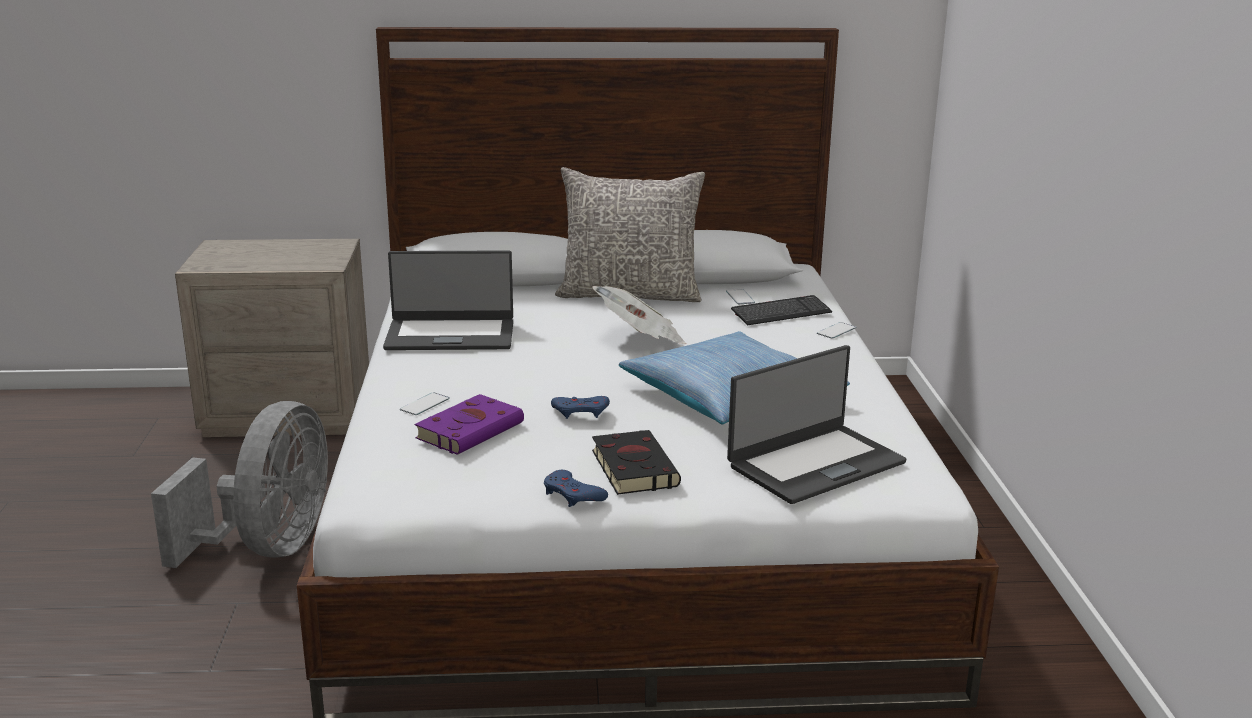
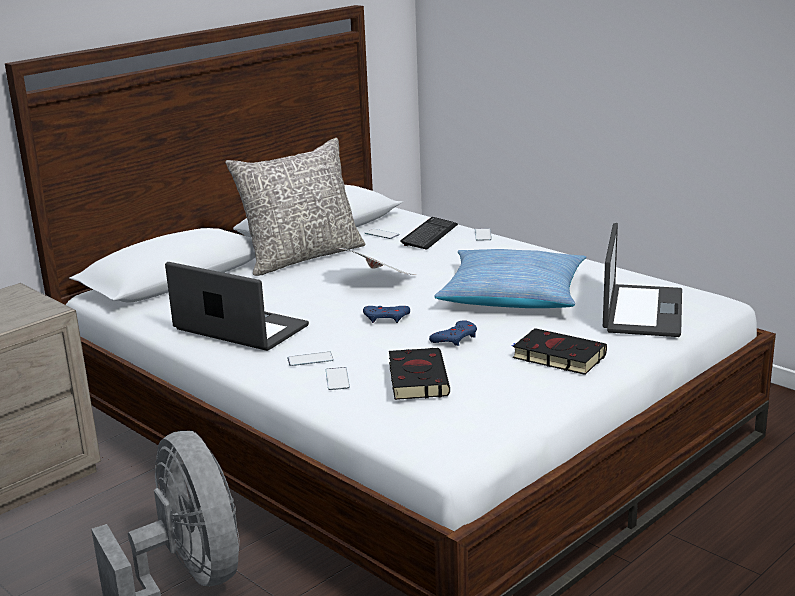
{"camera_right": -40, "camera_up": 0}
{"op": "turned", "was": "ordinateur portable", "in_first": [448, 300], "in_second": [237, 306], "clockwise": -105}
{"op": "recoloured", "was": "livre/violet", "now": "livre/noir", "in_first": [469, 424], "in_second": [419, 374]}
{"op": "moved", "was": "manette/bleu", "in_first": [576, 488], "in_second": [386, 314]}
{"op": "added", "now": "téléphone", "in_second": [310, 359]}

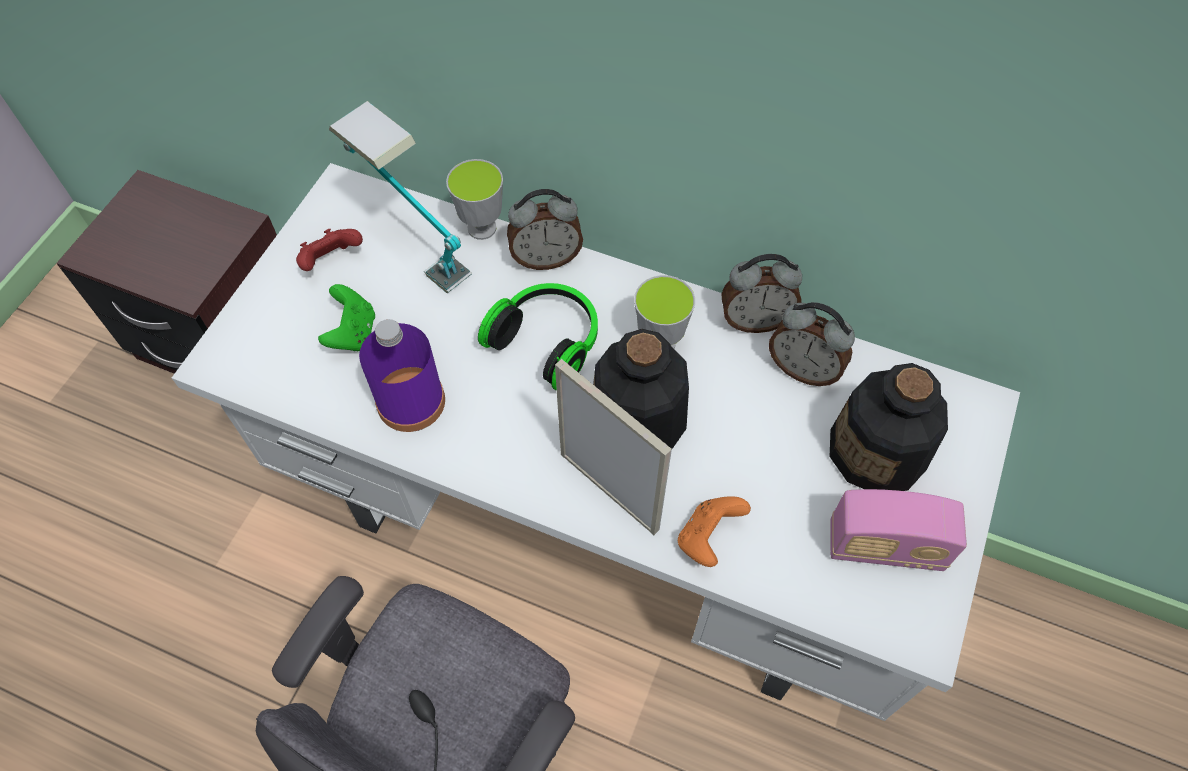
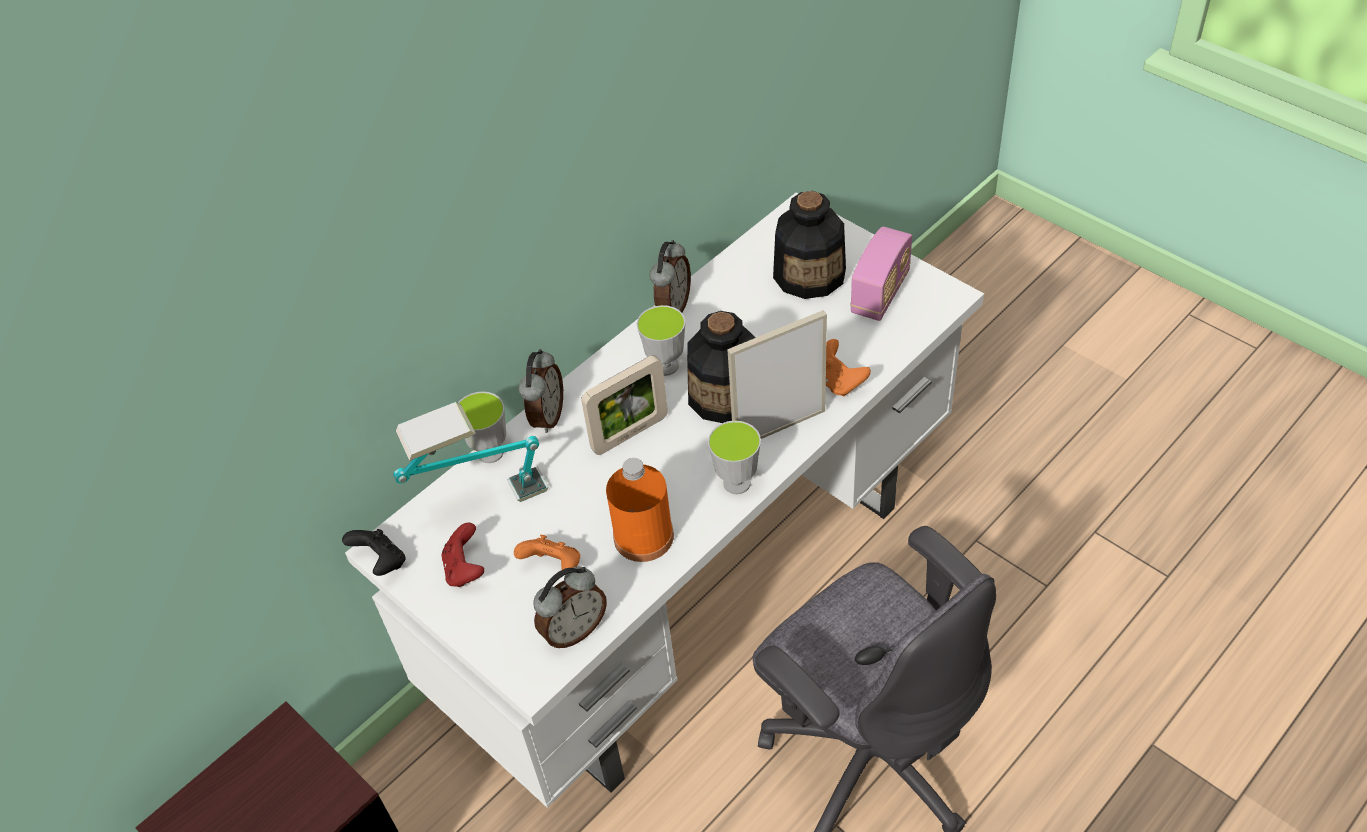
{"camera_right": -65, "camera_up": -10}
{"op": "recoloured", "was": "manette/vert", "now": "manette/orange", "in_first": [346, 317], "in_second": [547, 552]}
{"op": "recoloured", "was": "bouteille/violet", "now": "bouteille/orange", "in_first": [402, 375], "in_second": [640, 510]}
{"op": "replaced", "was": "casque audio", "now": "cadre photo", "in_first": [538, 337], "in_second": [624, 405]}
{"op": "moved", "was": "réveil", "in_first": [812, 344], "in_second": [570, 607]}
{"op": "added", "now": "manette/noir", "in_second": [374, 552]}
{"op": "added", "now": "tasse", "in_second": [734, 457]}

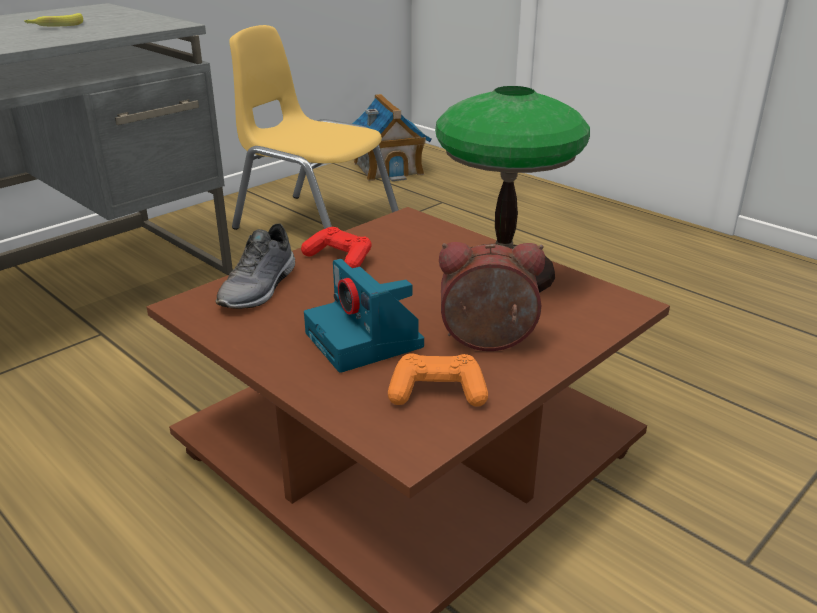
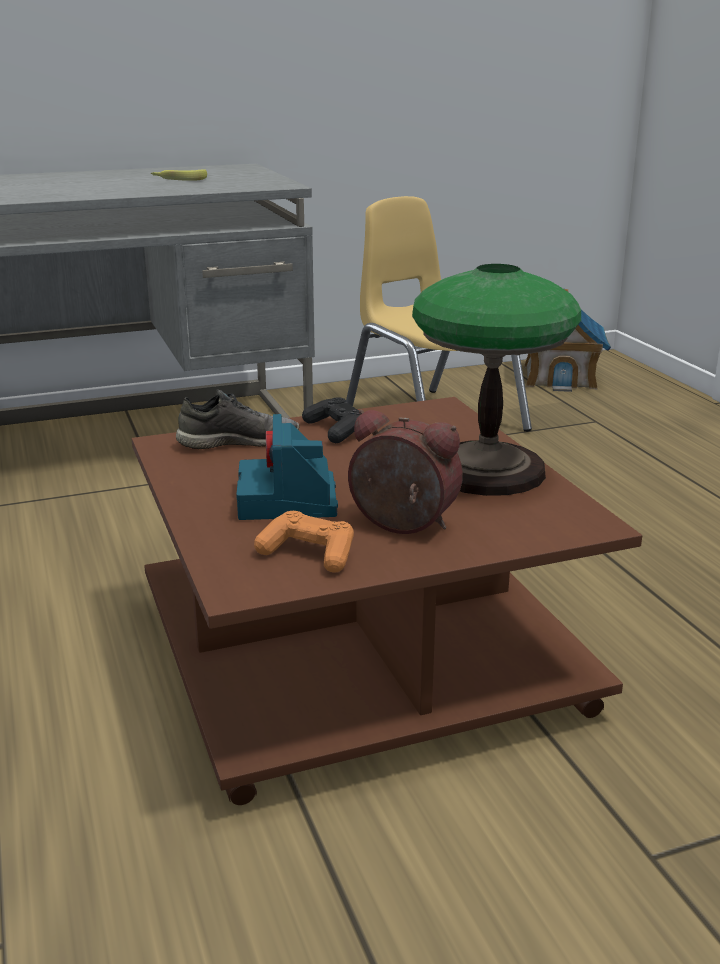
{"camera_right": 25, "camera_up": -5}
{"op": "turned", "was": "chaussure/gris", "in_first": [255, 266], "in_second": [237, 419], "clockwise": -150}
{"op": "recoloured", "was": "manette/rouge", "now": "manette/noir", "in_first": [336, 247], "in_second": [331, 420]}

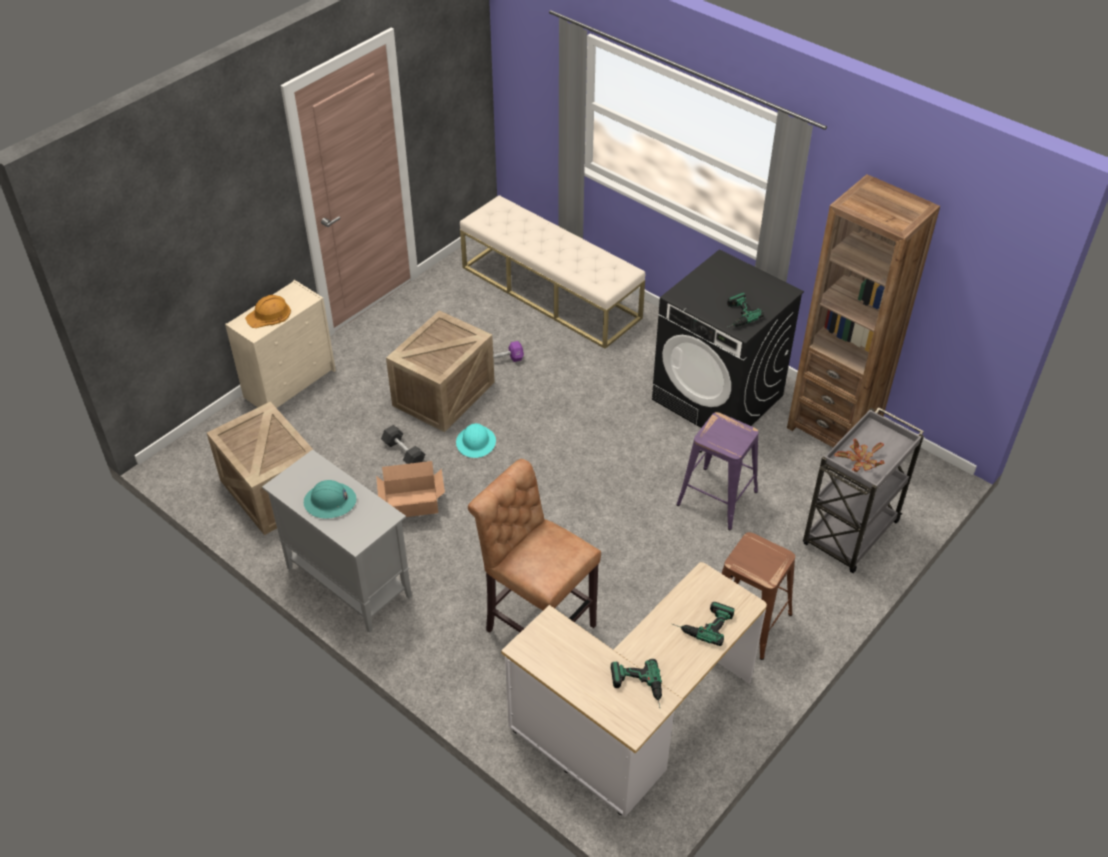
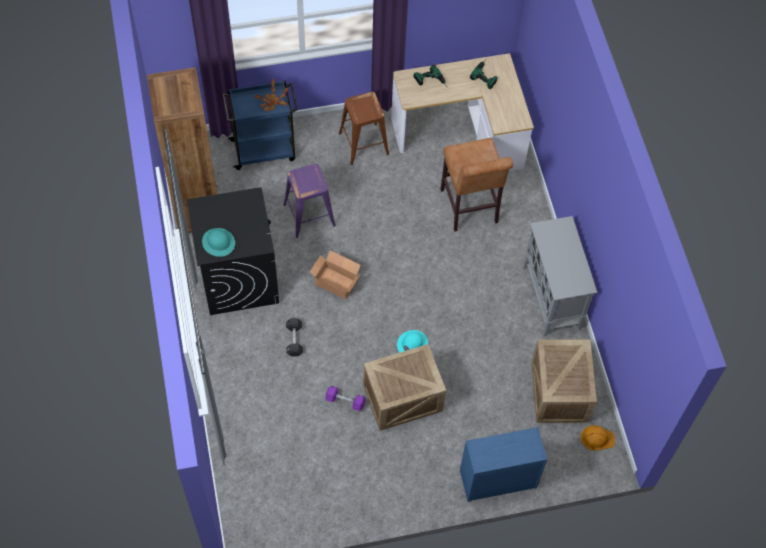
{"camera_right": -145, "camera_up": 15}
{"op": "recoloured", "was": "commode/beige", "now": "commode/bleu", "in_first": [280, 344], "in_second": [503, 464]}
{"op": "moved", "was": "casque de chantier/orange", "in_first": [268, 311], "in_second": [597, 438]}
{"op": "moved", "was": "casque de chantier/turquoise", "in_first": [330, 499], "in_second": [218, 242]}
{"op": "moved", "was": "carton", "in_first": [410, 489], "in_second": [335, 274]}
{"op": "moved", "was": "haltère/noir", "in_first": [403, 444], "in_second": [294, 337]}
{"op": "removed", "was": "banc/beige", "in_first": [552, 272]}
{"op": "removed", "was": "perceuse", "in_first": [745, 310]}
{"op": "recoloured", "was": "chariot/gris", "now": "chariot/bleu", "in_first": [863, 490], "in_second": [260, 125]}

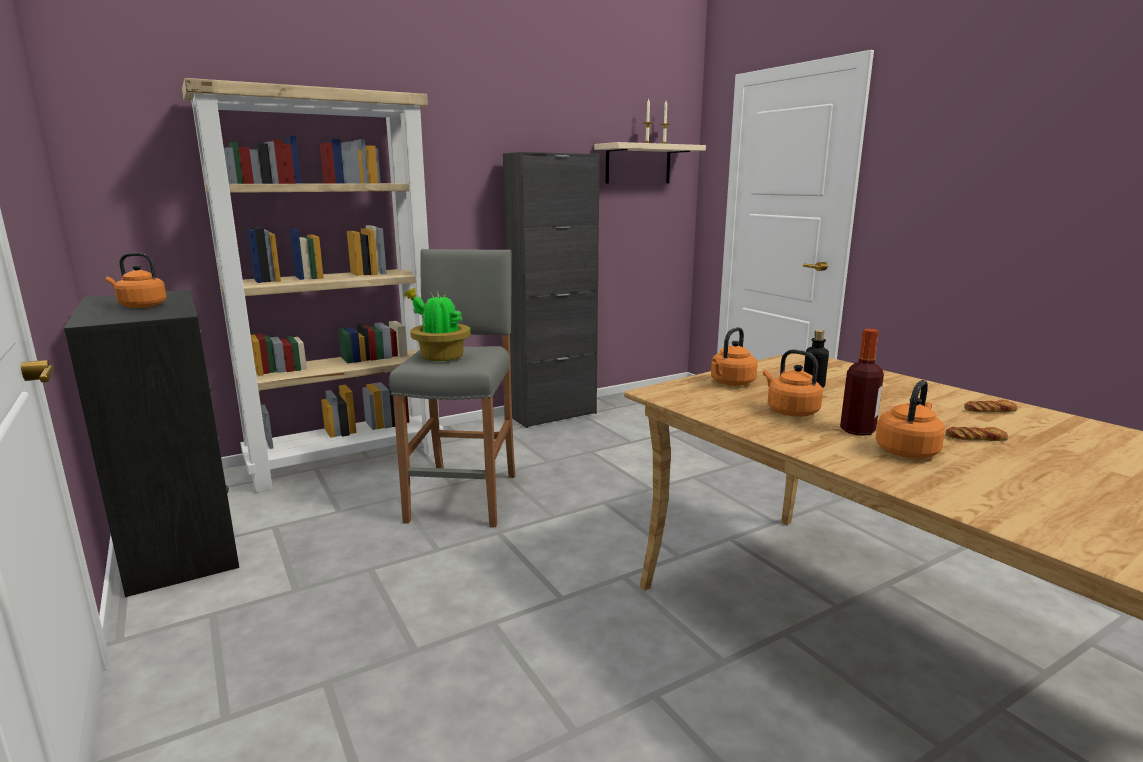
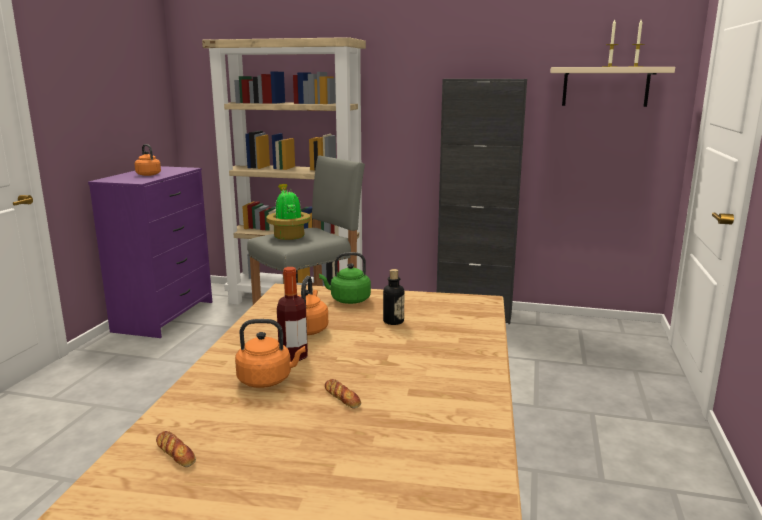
{"camera_right": 45, "camera_up": 0}
{"op": "recoloured", "was": "commode/noir", "now": "commode/violet", "in_first": [151, 443], "in_second": [150, 252]}
{"op": "recoloured", "was": "bouilloire/orange", "now": "bouilloire/vert", "in_first": [734, 356], "in_second": [345, 278]}
{"op": "moved", "was": "pain", "in_first": [991, 406], "in_second": [176, 449]}

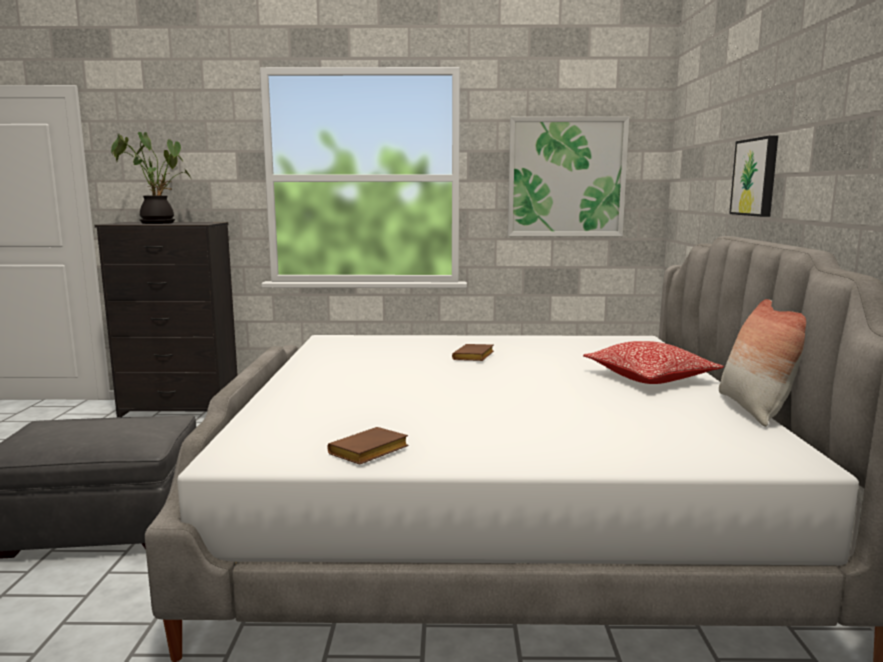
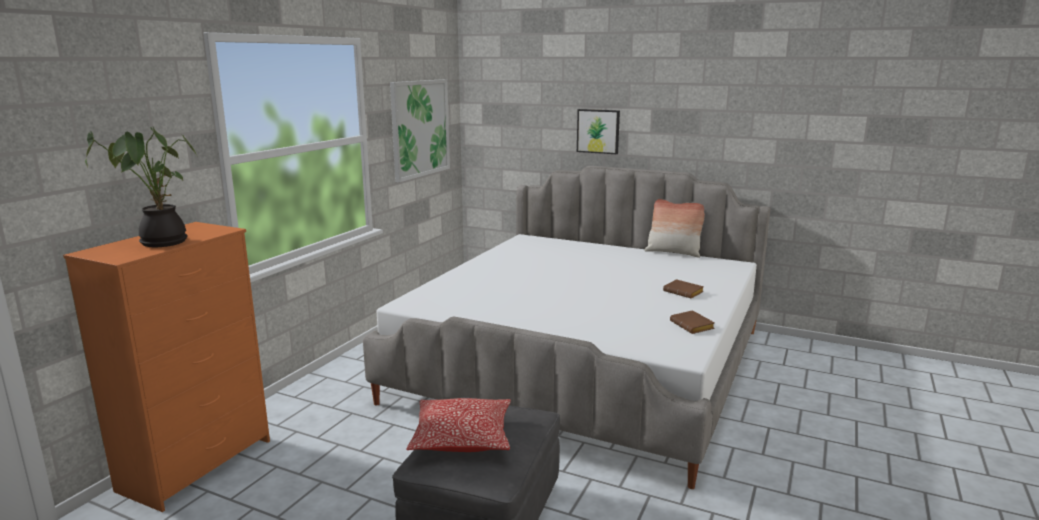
{"camera_right": -65, "camera_up": 5}
{"op": "recoloured", "was": "commode/noir", "now": "commode/orange", "in_first": [166, 319], "in_second": [166, 367]}
{"op": "moved", "was": "livre/marron", "in_first": [473, 352], "in_second": [683, 289]}
{"op": "moved", "was": "coussin", "in_first": [653, 362], "in_second": [458, 425]}

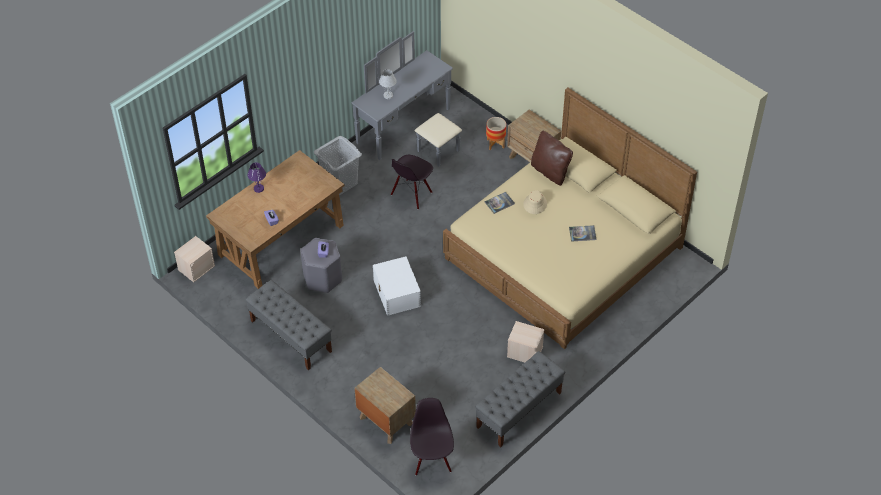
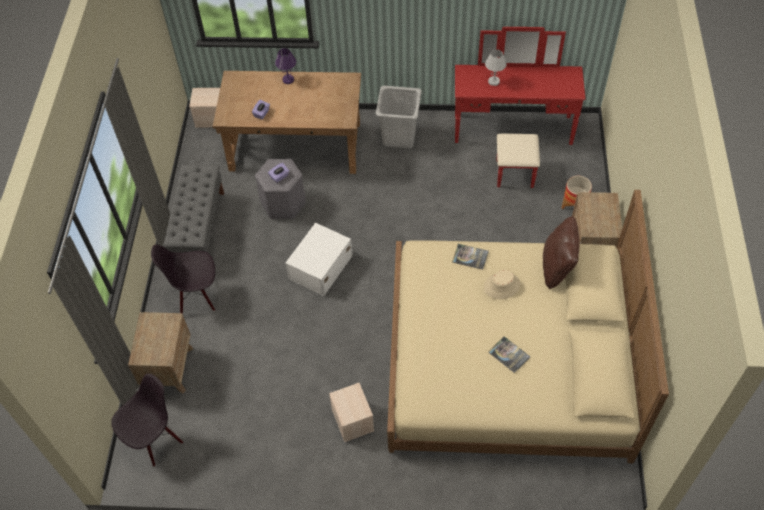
{"camera_right": 50, "camera_up": 5}
{"op": "recoloured", "was": "commode/gris", "now": "commode/rouge", "in_first": [406, 98], "in_second": [520, 107]}
{"op": "moved", "was": "chaise/noir", "in_first": [412, 182], "in_second": [183, 279]}
{"op": "removed", "was": "banc/gris", "in_first": [520, 399]}

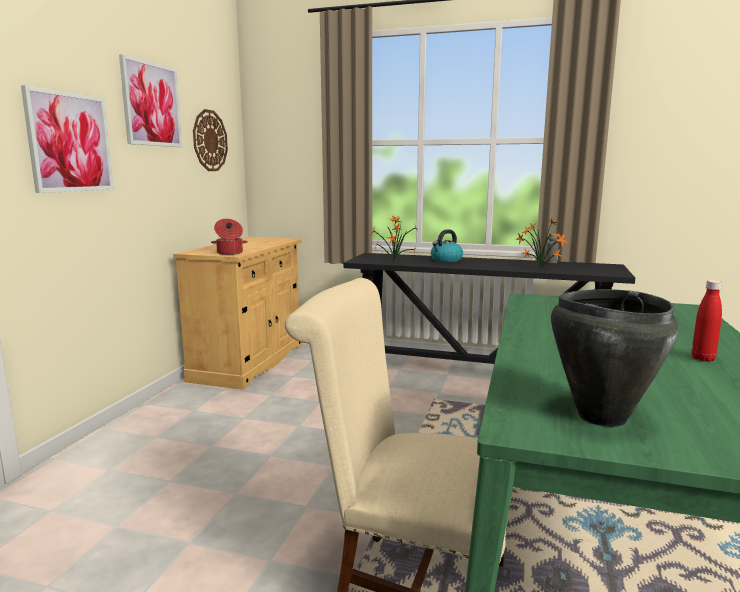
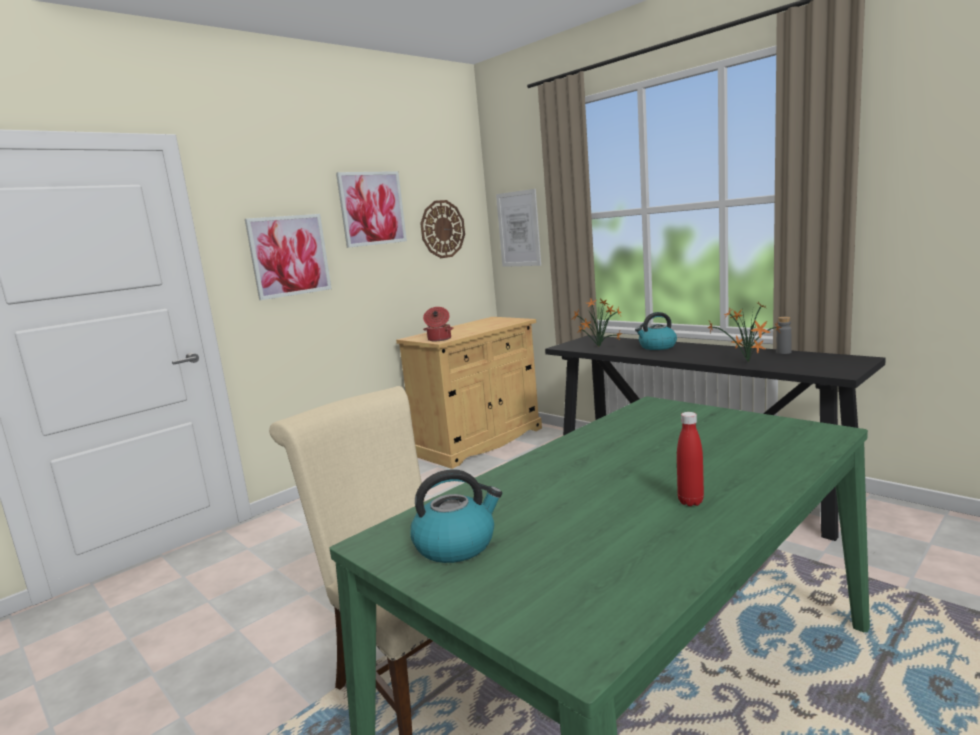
{"camera_right": 30, "camera_up": 0}
{"op": "replaced", "was": "marmite/noir", "now": "bouilloire", "in_first": [614, 358], "in_second": [456, 516]}
{"op": "added", "now": "tableau", "in_second": [518, 228]}

